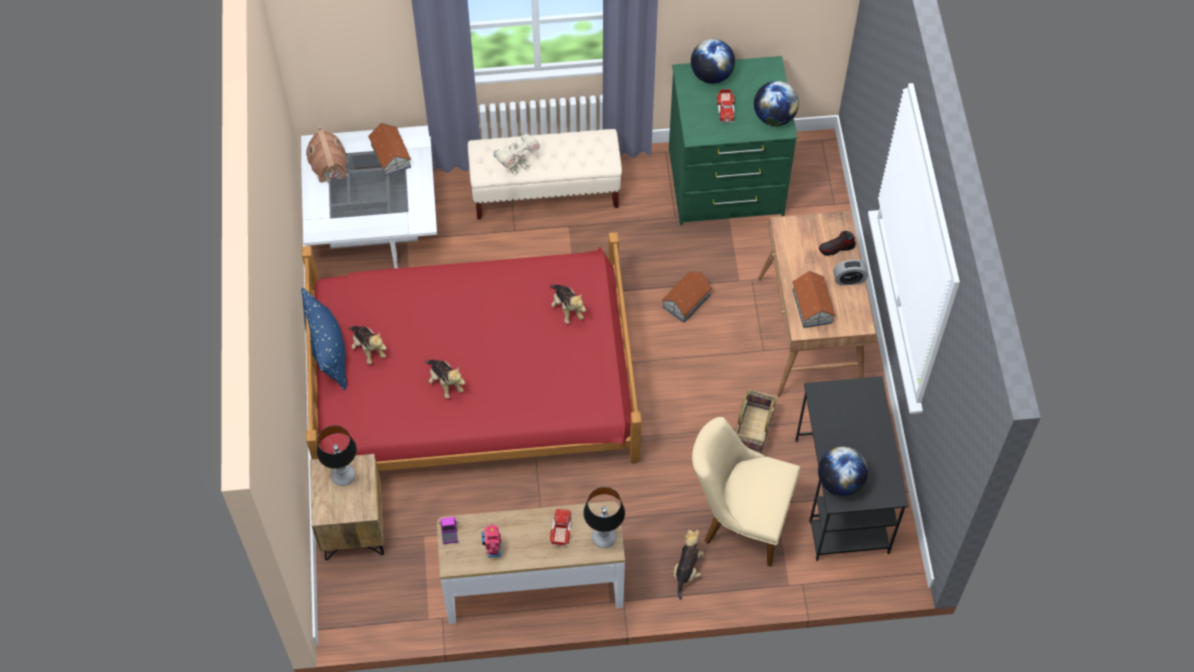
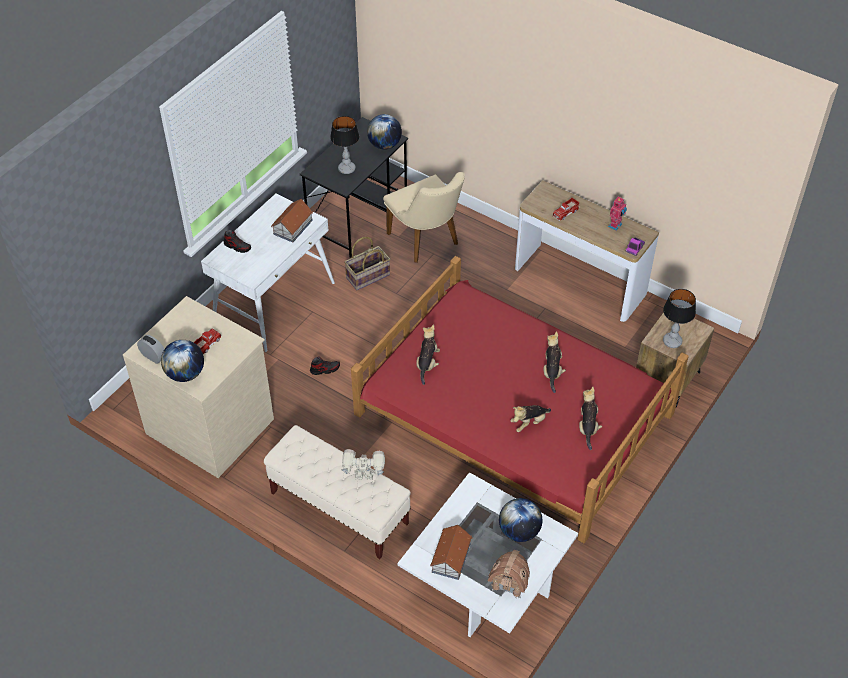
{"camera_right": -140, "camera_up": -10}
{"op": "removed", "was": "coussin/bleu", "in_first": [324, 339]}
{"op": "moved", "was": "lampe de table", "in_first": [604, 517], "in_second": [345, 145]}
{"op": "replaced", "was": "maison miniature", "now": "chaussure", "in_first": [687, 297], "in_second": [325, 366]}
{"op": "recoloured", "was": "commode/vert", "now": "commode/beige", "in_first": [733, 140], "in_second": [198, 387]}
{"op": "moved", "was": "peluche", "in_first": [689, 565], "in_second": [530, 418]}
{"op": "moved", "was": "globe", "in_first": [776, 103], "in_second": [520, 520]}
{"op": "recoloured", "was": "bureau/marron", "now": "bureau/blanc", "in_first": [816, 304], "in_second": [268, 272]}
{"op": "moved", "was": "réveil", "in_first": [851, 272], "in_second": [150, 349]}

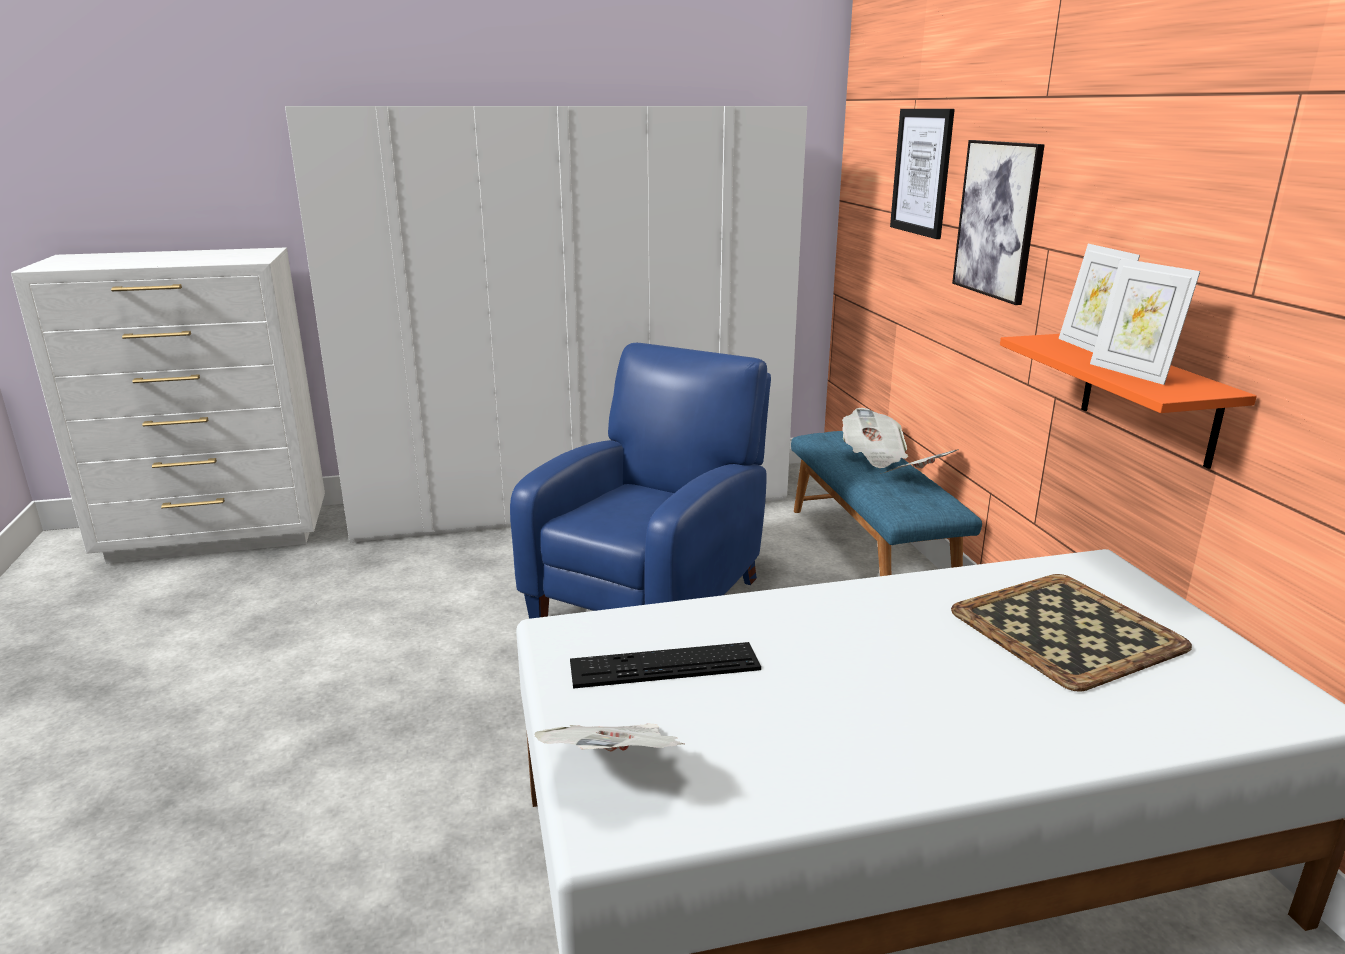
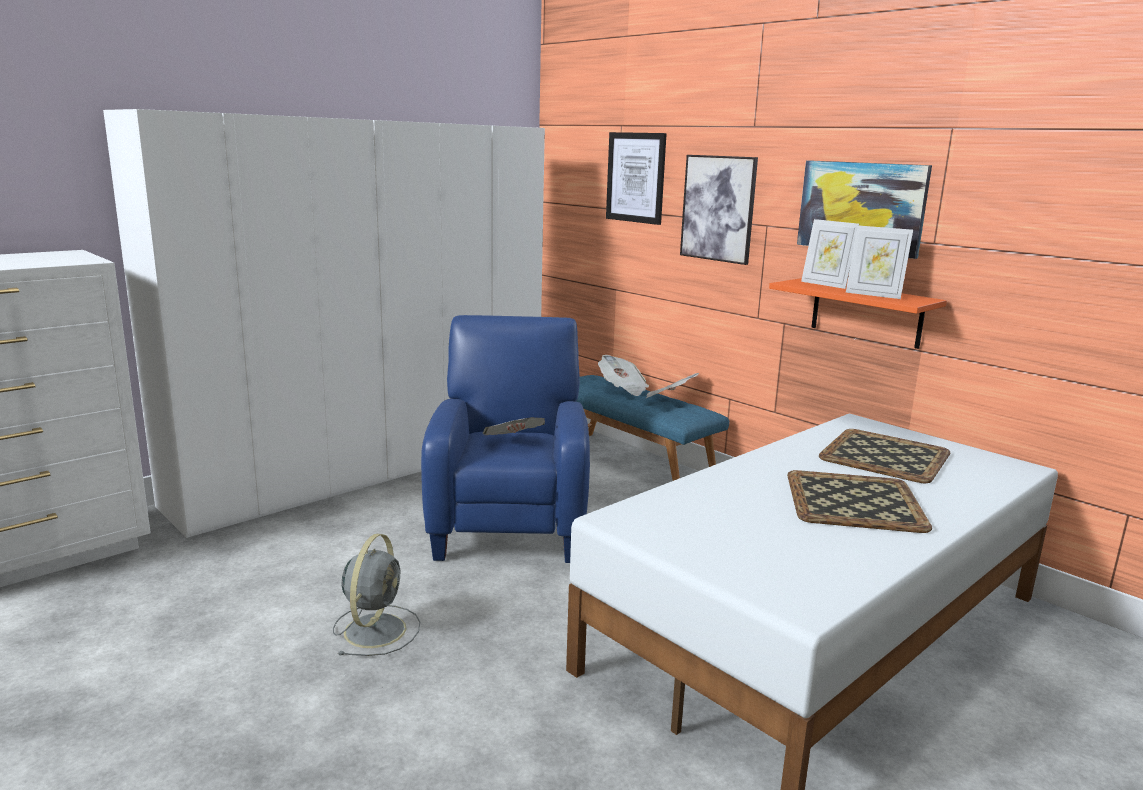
{"camera_right": -30, "camera_up": -5}
{"op": "moved", "was": "journal", "in_first": [610, 737], "in_second": [514, 426]}
{"op": "removed", "was": "clavier", "in_first": [665, 665]}
{"op": "added", "now": "ventilateur/gris", "in_second": [376, 595]}
{"op": "added", "now": "plateau", "in_second": [859, 501]}
{"op": "added", "now": "tableau", "in_second": [864, 209]}

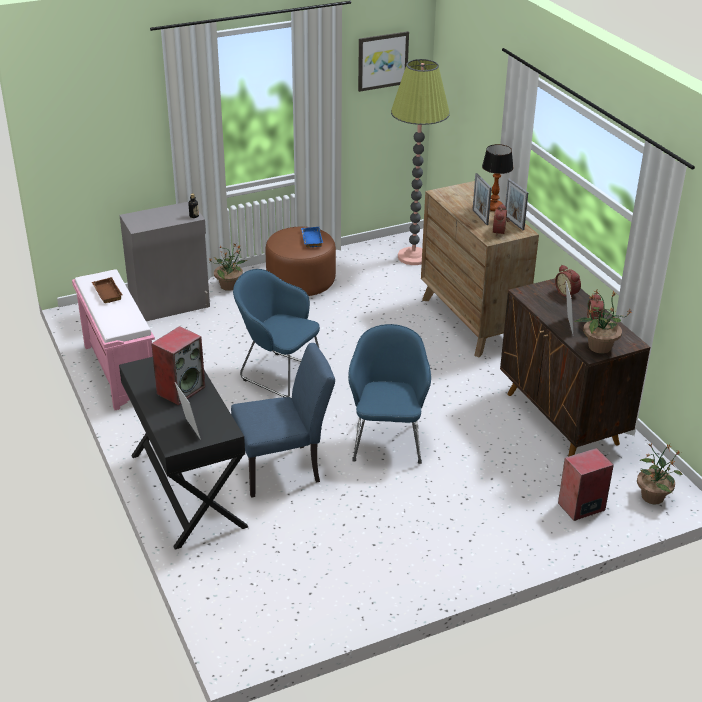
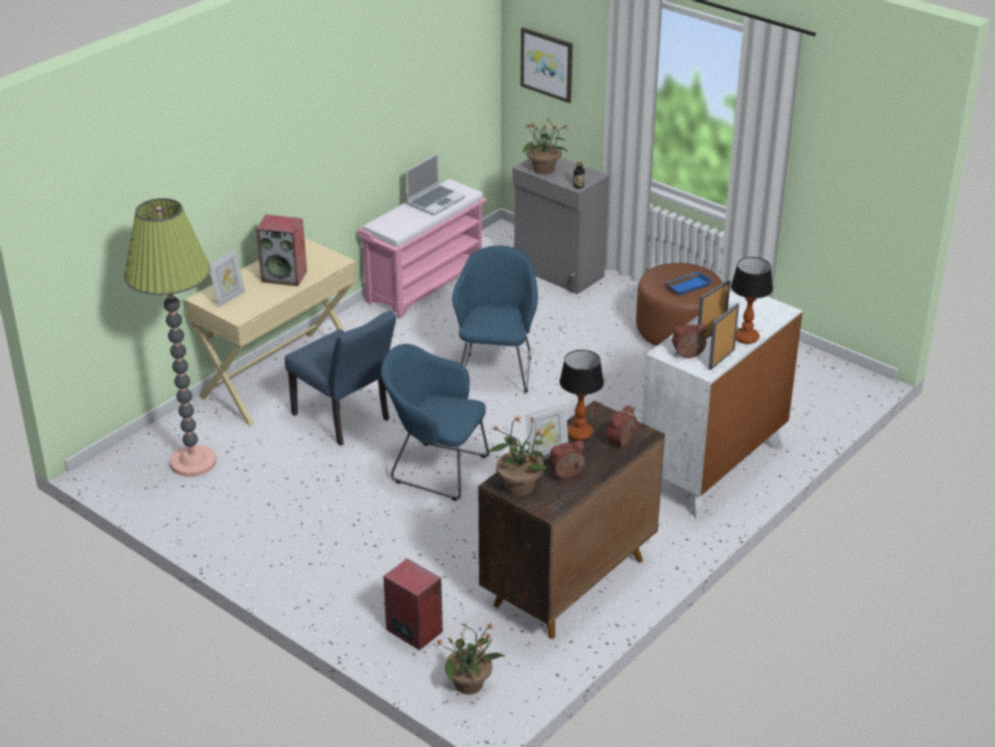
{"camera_right": 65, "camera_up": 0}
{"op": "replaced", "was": "plateau/marron", "now": "ordinateur portable", "in_first": [107, 290], "in_second": [435, 184]}
{"op": "recoloured", "was": "bureau/noir", "now": "bureau/beige", "in_first": [183, 453], "in_second": [270, 331]}
{"op": "moved", "was": "plante en pot", "in_first": [228, 267], "in_second": [545, 146]}
{"op": "turned", "was": "fauteuil/bleu", "in_first": [389, 394], "in_second": [435, 422], "clockwise": -135}
{"op": "moved", "was": "tableau", "in_first": [383, 61], "in_second": [547, 65]}
{"op": "moved", "was": "lampadaire", "in_first": [420, 162], "in_second": [170, 337]}
{"op": "recoloured", "was": "commode/marron", "now": "commode/blanc", "in_first": [480, 269], "in_second": [722, 405]}
{"op": "added", "now": "lampe de table", "in_second": [581, 395]}

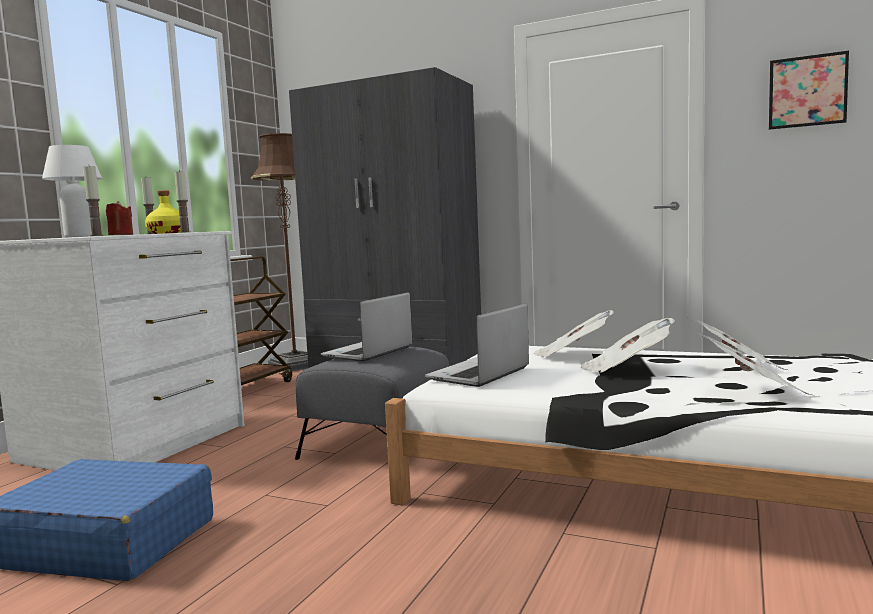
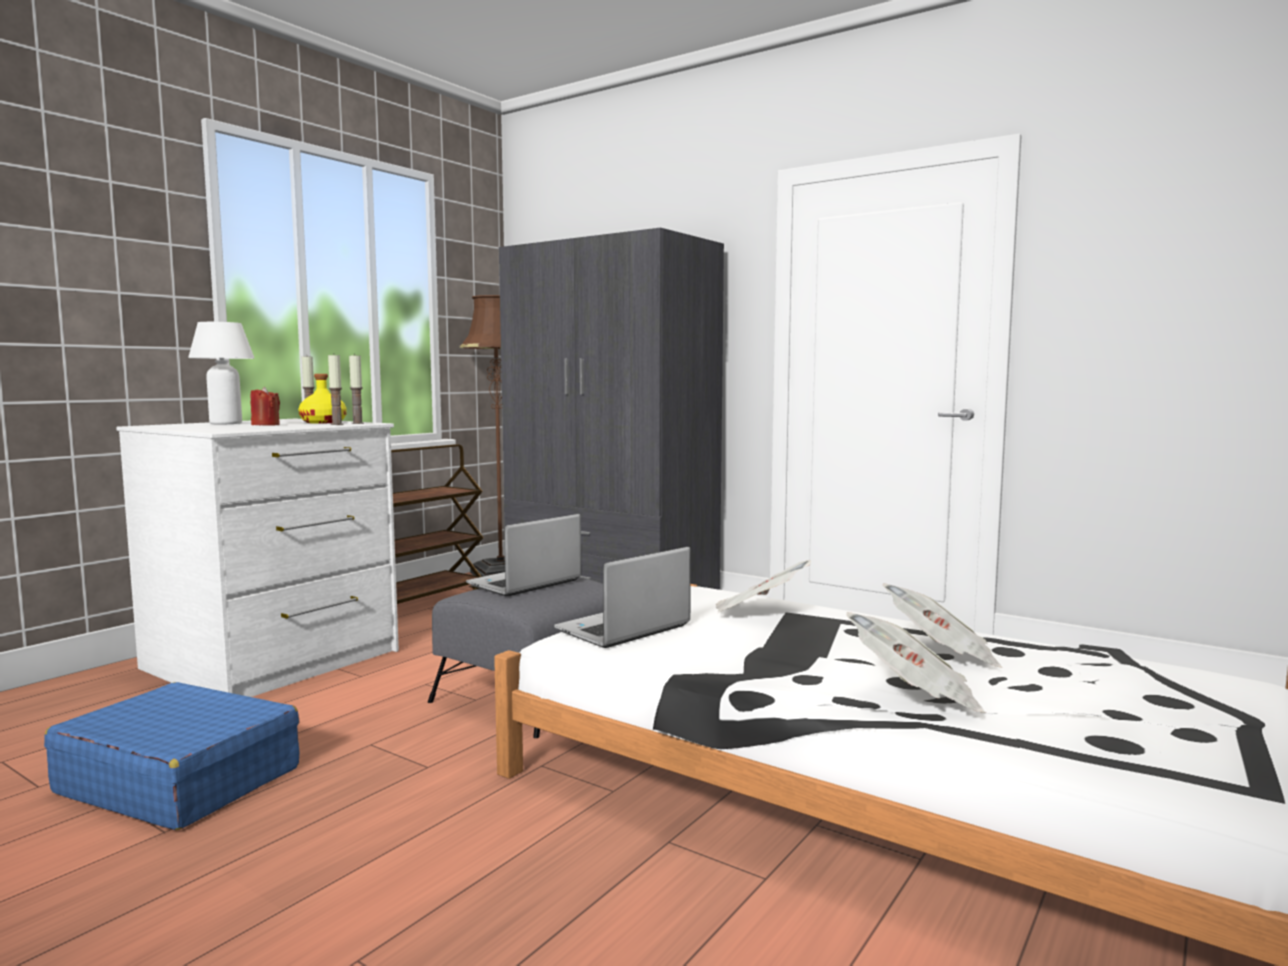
{"camera_right": 10, "camera_up": 0}
{"op": "moved", "was": "bougie", "in_first": [93, 201], "in_second": [356, 388]}
{"op": "removed", "was": "journal", "in_first": [627, 345]}
{"op": "removed", "was": "tableau", "in_first": [809, 90]}

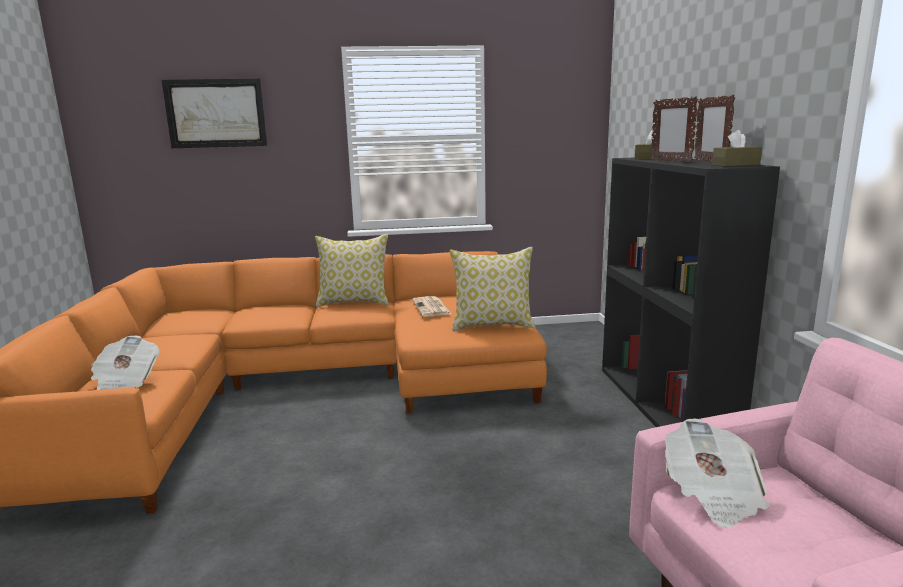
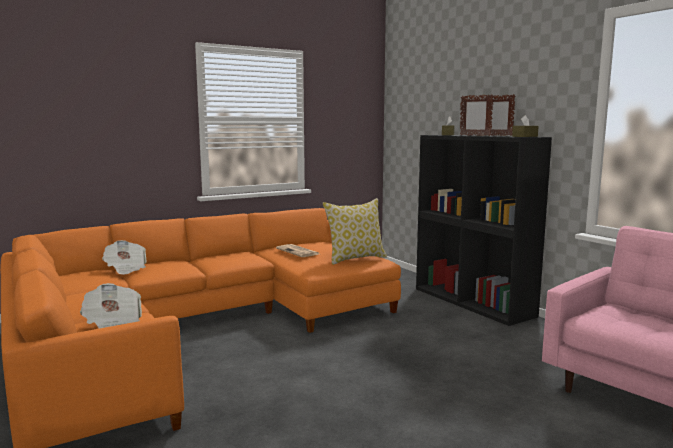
{"camera_right": -25, "camera_up": -5}
{"op": "removed", "was": "tableau", "in_first": [215, 113]}
{"op": "removed", "was": "coussin", "in_first": [352, 270]}
{"op": "moved", "was": "journal", "in_first": [717, 473], "in_second": [124, 257]}

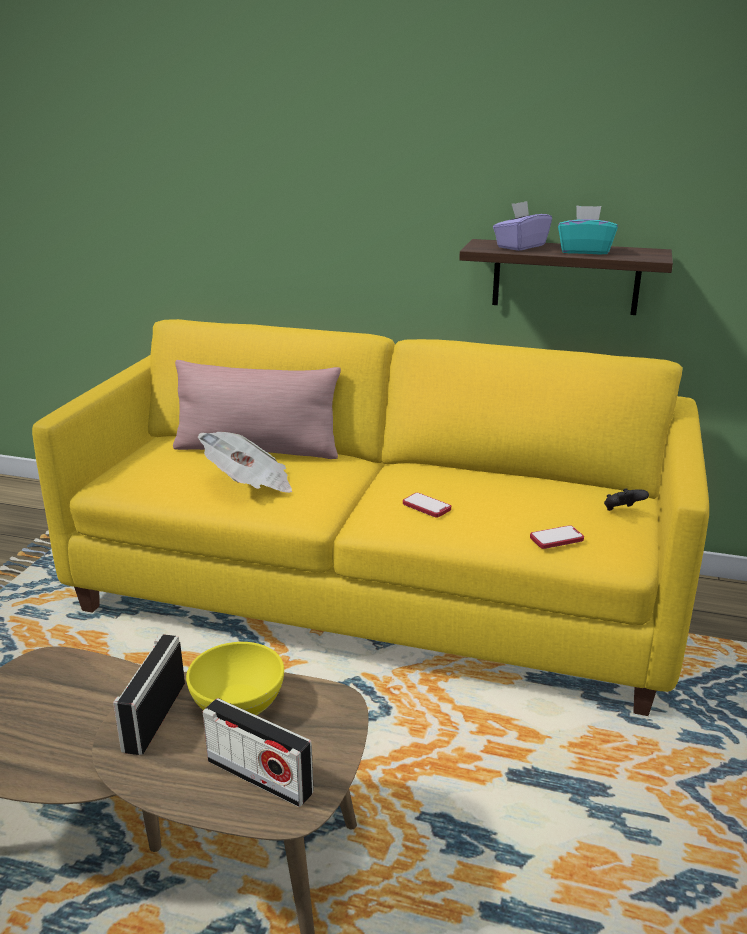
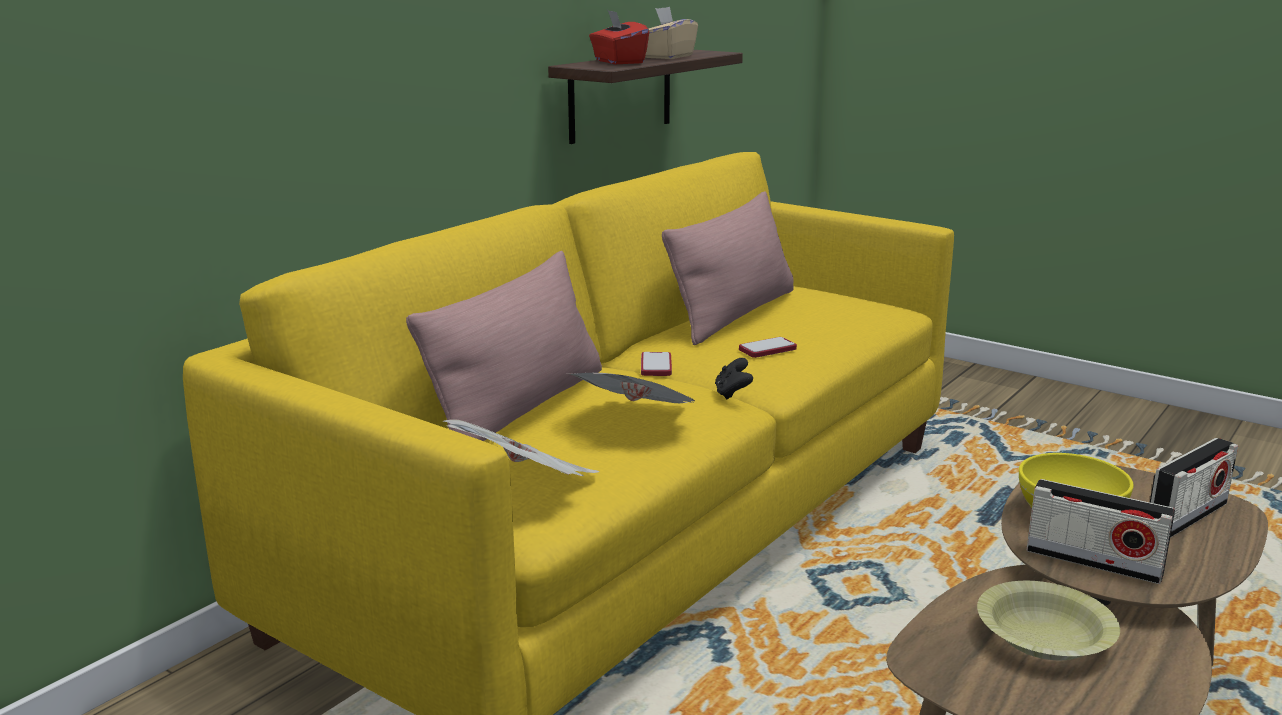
{"camera_right": -70, "camera_up": -5}
{"op": "recoloured", "was": "boîte à mouchoirs/violet", "now": "boîte à mouchoirs/rouge", "in_first": [522, 226], "in_second": [619, 37]}
{"op": "moved", "was": "téléphone", "in_first": [557, 537], "in_second": [656, 364]}
{"op": "recoloured", "was": "boîte à mouchoirs/turquoise", "now": "boîte à mouchoirs/beige", "in_first": [588, 230], "in_second": [671, 33]}
{"op": "moved", "was": "manette/noir", "in_first": [626, 499], "in_second": [734, 379]}
{"op": "added", "now": "journal", "in_second": [520, 447]}
{"op": "added", "now": "coussin/rose", "in_second": [728, 268]}
{"op": "added", "now": "bol/jaune", "in_second": [1048, 620]}

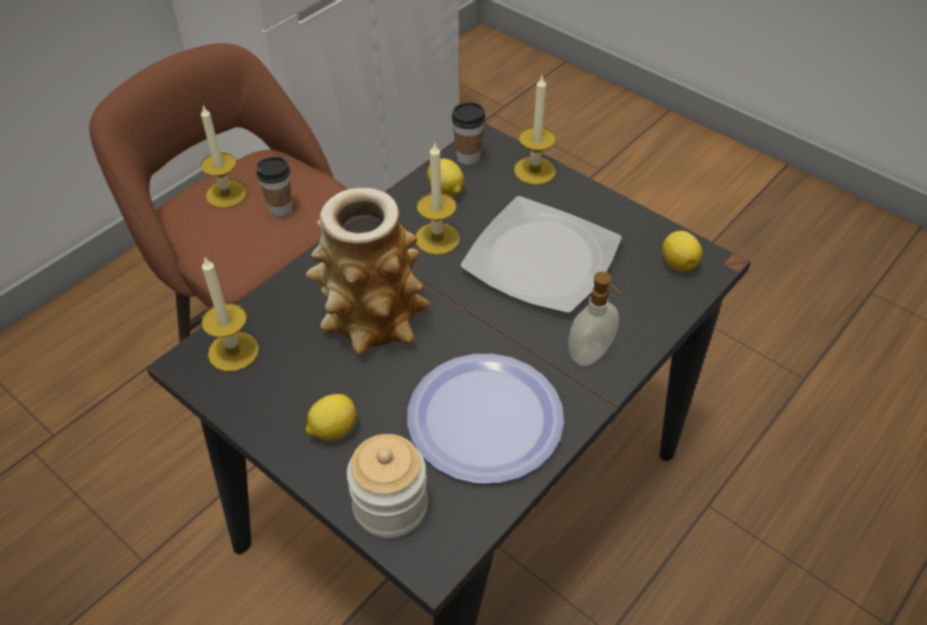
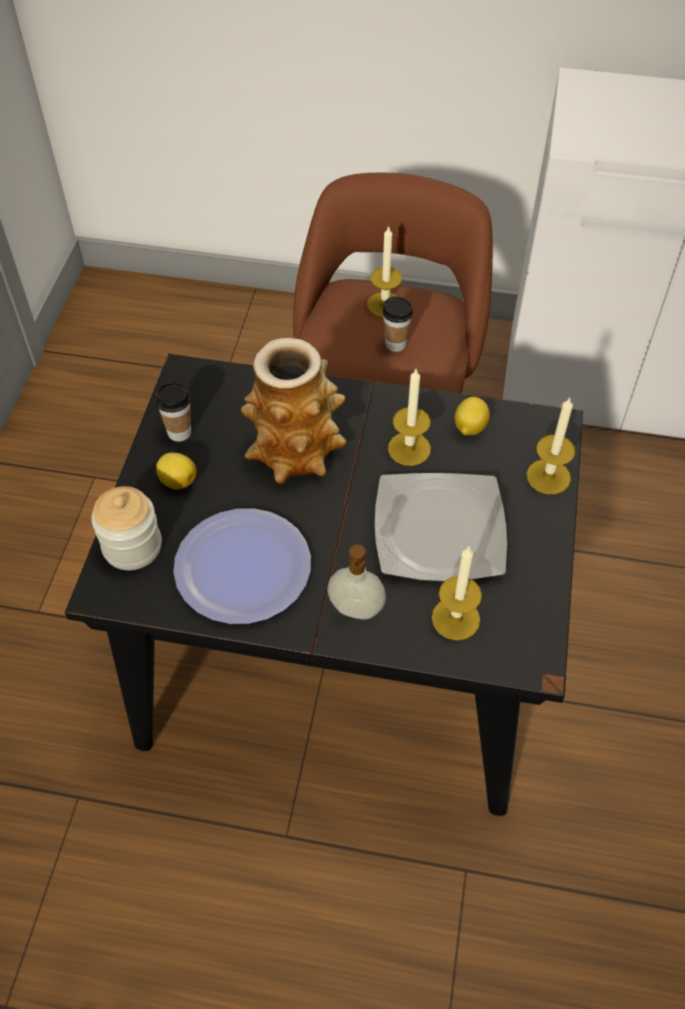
{"camera_right": 60, "camera_up": 5}
{"op": "moved", "was": "bougie", "in_first": [230, 314], "in_second": [457, 593]}
{"op": "moved", "was": "tasse", "in_first": [469, 134], "in_second": [173, 412]}
{"op": "removed", "was": "citron", "in_first": [682, 251]}

